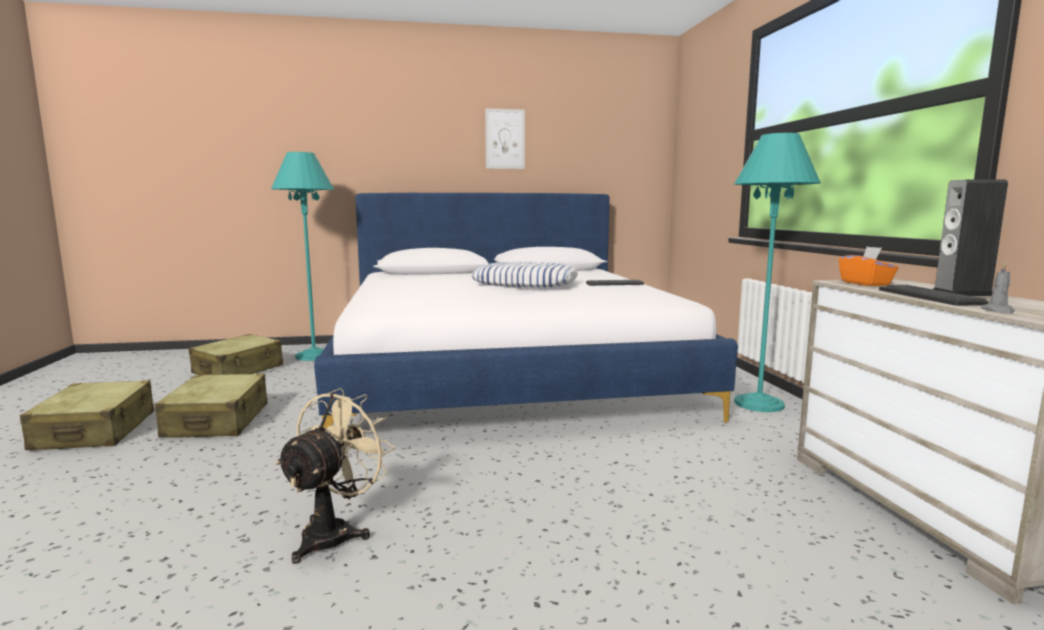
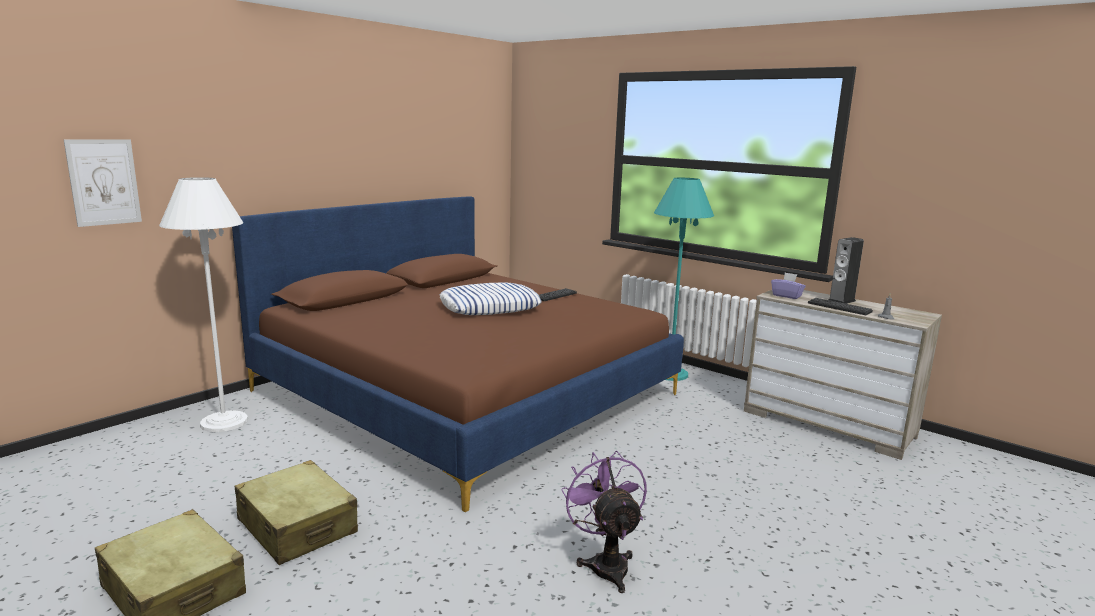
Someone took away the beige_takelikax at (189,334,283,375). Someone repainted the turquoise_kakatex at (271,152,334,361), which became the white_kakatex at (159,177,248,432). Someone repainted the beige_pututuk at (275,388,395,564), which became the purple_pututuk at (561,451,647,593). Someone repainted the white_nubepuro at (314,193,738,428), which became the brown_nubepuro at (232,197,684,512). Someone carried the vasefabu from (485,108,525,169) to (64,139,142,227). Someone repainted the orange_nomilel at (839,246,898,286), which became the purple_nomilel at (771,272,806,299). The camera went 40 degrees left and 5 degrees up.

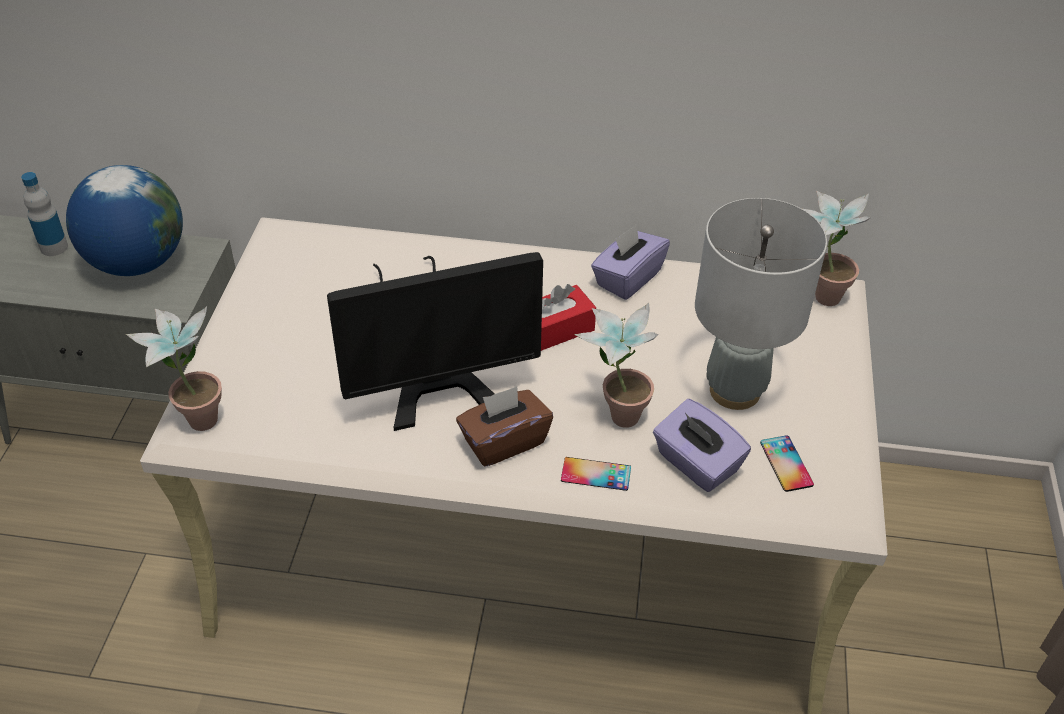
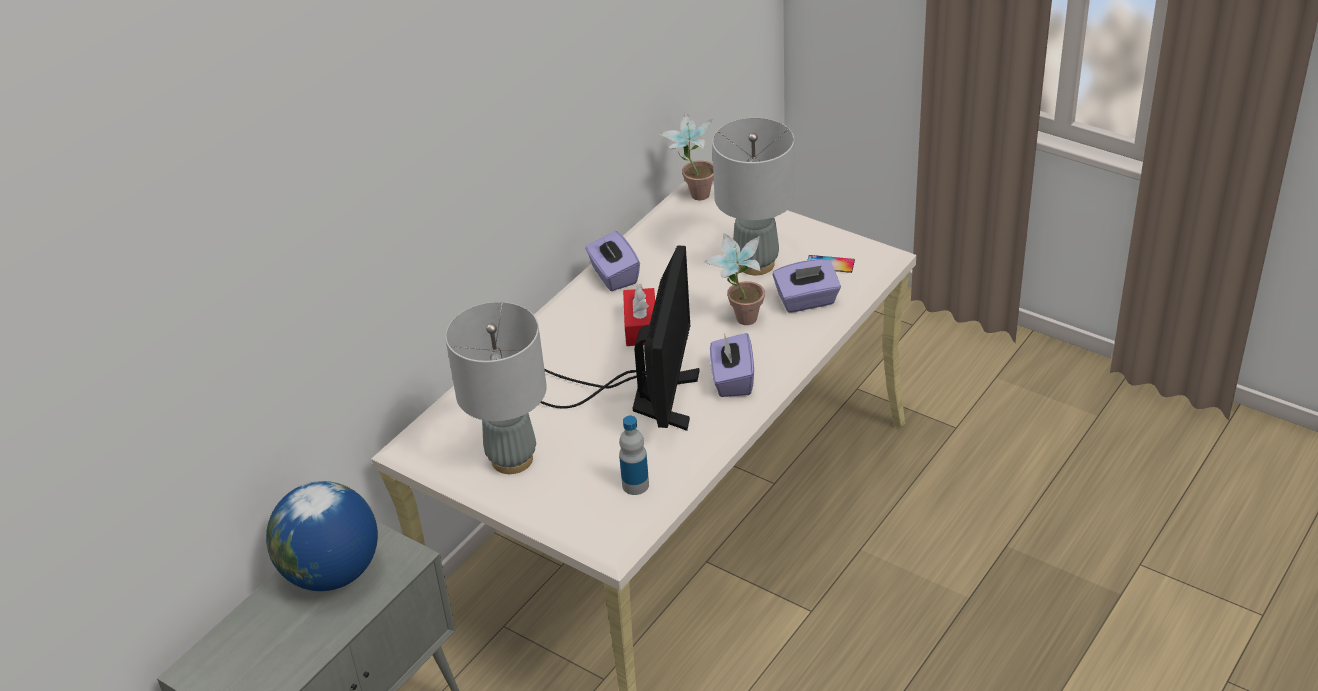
Someone carried the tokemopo from (21,172,68,256) to (619,416,649,495). Someone took away the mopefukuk at (126,306,222,431). Someone repainted the brown_nomilel at (456,386,553,467), which became the purple_nomilel at (710,333,754,397). Someone took away the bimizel at (561,457,631,491). Someone put down the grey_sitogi at (445,302,547,474). The camera went 60 degrees left and 5 degrees down.

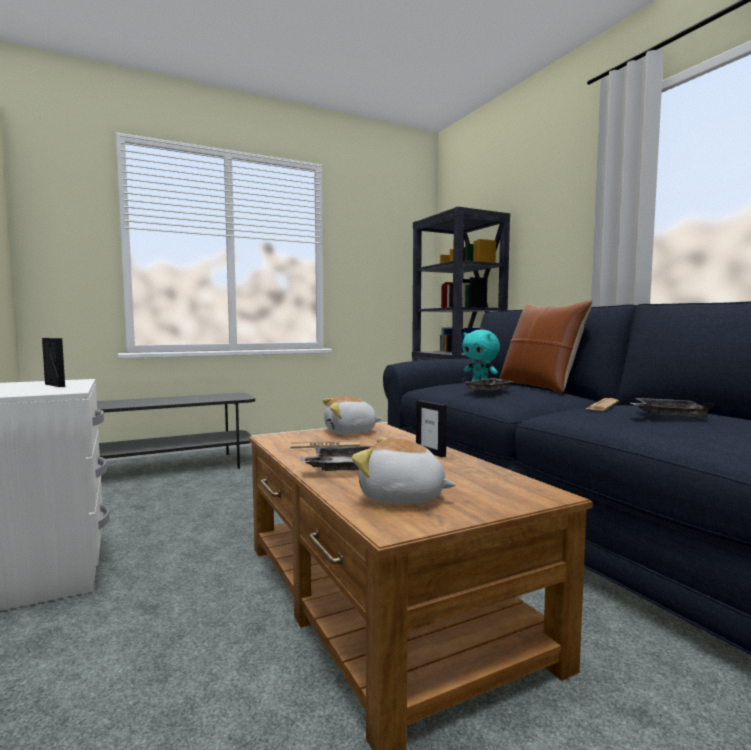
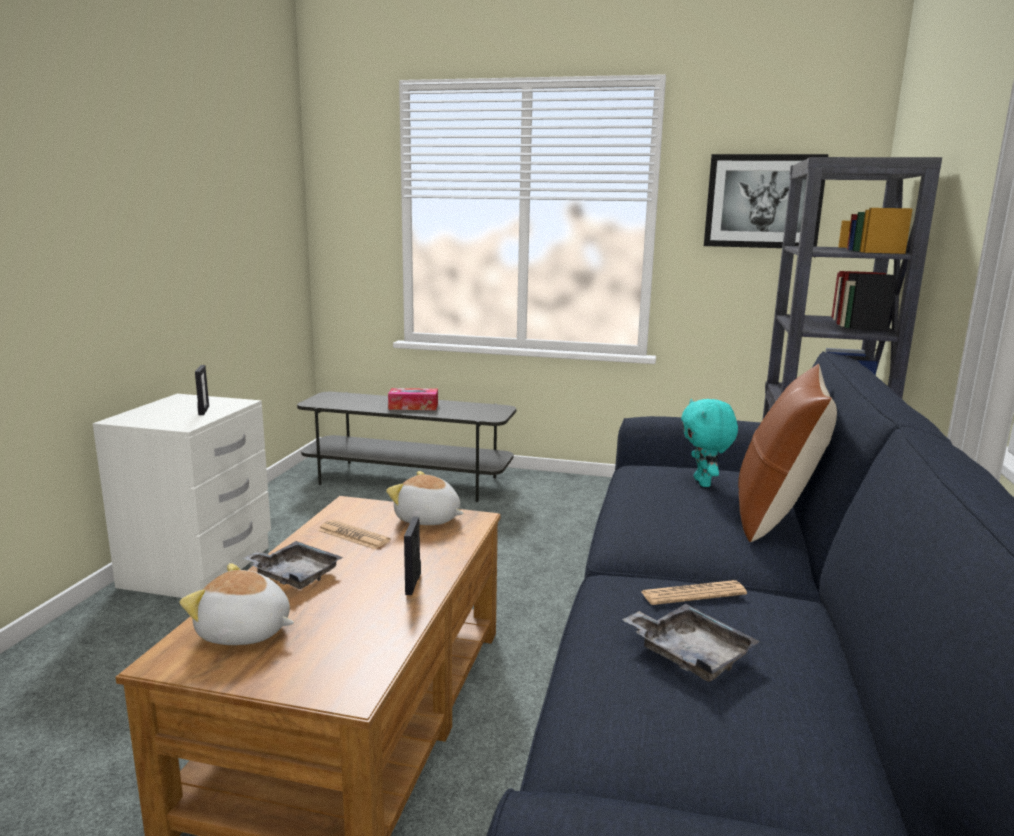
Someone rotated the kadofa at (352,438,456,504) by 45 degrees counterclockwise. Someone took away the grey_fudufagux at (462,378,512,392). Someone put down the nomilel at (388,388,438,410). Someone put up the vasefabu at (704,154,828,248). The camera went 40 degrees right and 10 degrees up.

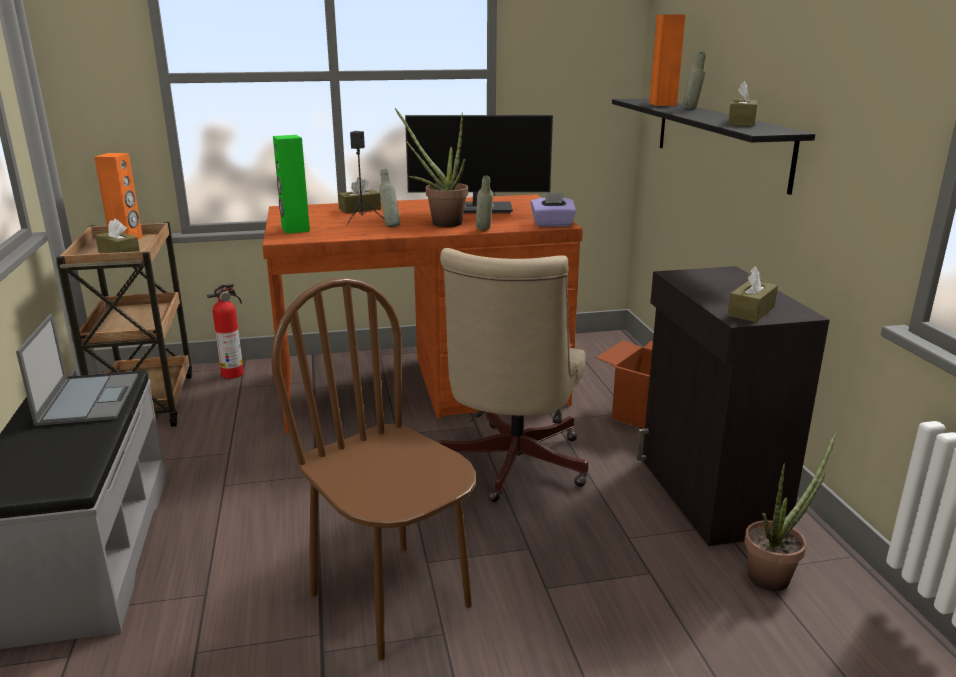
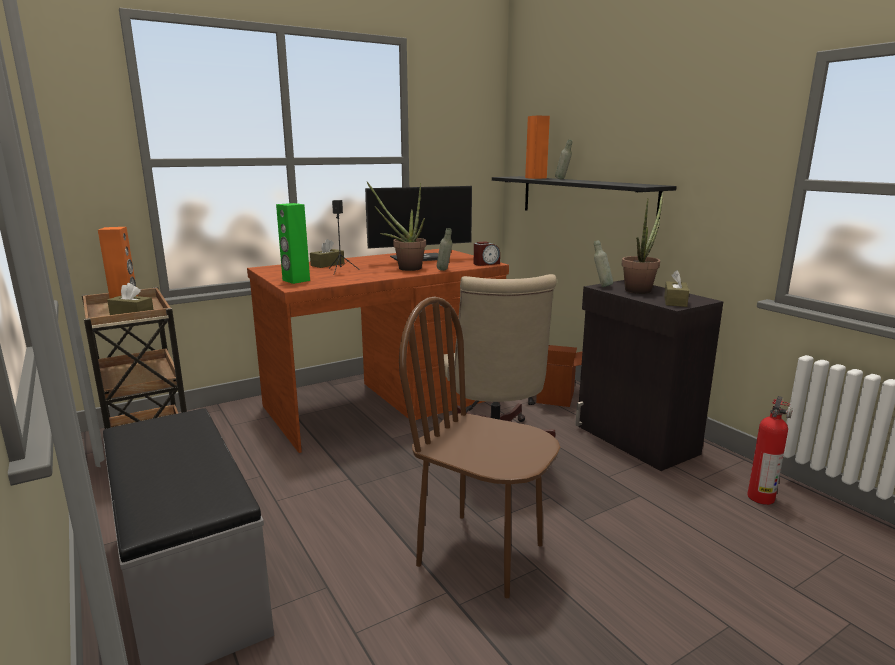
Someone took away the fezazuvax at (16,314,138,426). Someone carried the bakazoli from (207,284,244,379) to (747,396,793,505). Someone carried the grey_tokemopo from (379,169,400,227) to (594,240,613,287). Someone swapped the purple_nomilel at (531,193,576,227) for the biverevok at (474,241,500,266). Someone took away the brown_nomilel at (728,81,757,126). Someone carried the mopefukuk from (744,431,837,591) to (622,192,663,294). The camera went 20 degrees left and 5 degrees down.

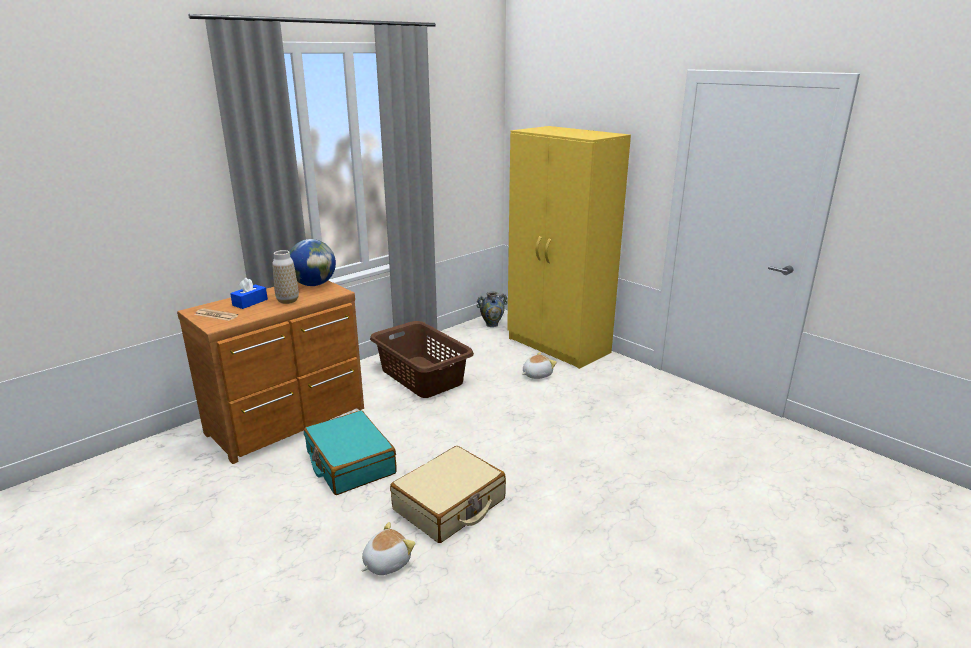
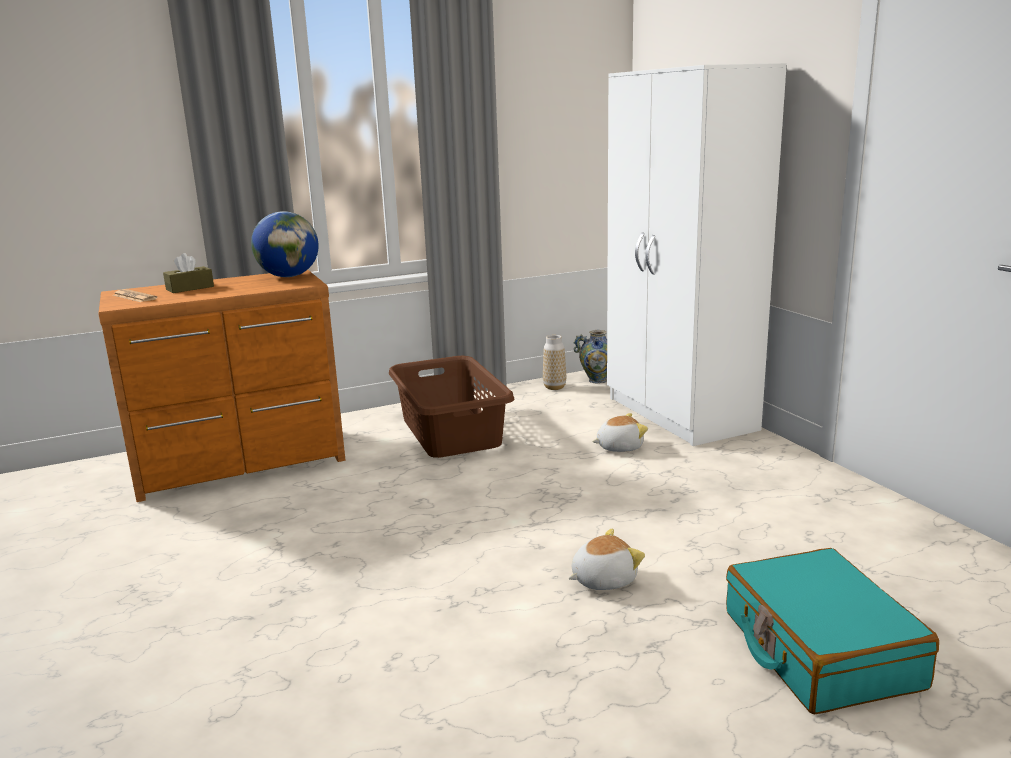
Someone repainted the blue_nomilel at (230,278,268,309), which became the brown_nomilel at (163,253,214,293). Someone carried the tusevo from (272,250,299,304) to (543,335,566,390). Someone carried the turquoise_takelikax from (304,410,397,495) to (726,548,939,714). Someone carried the kadofa from (362,522,415,575) to (568,529,645,590). Someone took away the beige_takelikax at (390,446,506,543). Someone repainted the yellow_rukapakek at (507,126,631,369), which became the white_rukapakek at (607,63,787,446). The camera went 20 degrees right and 5 degrees down.

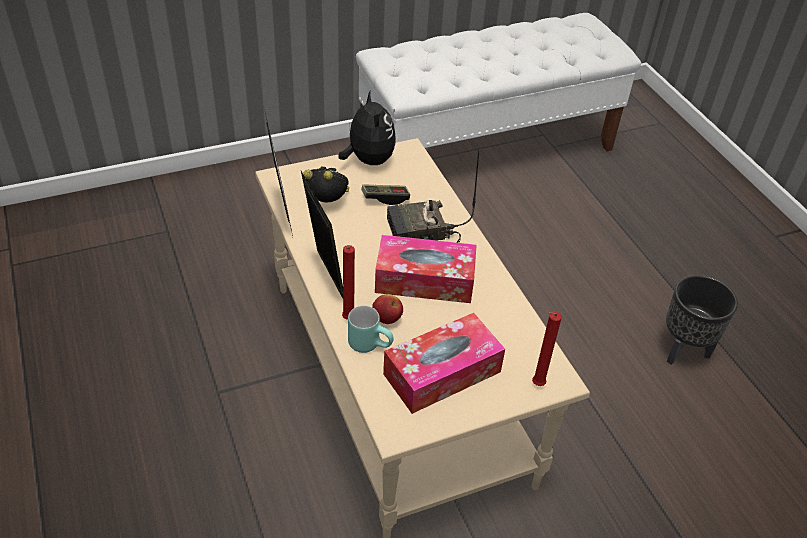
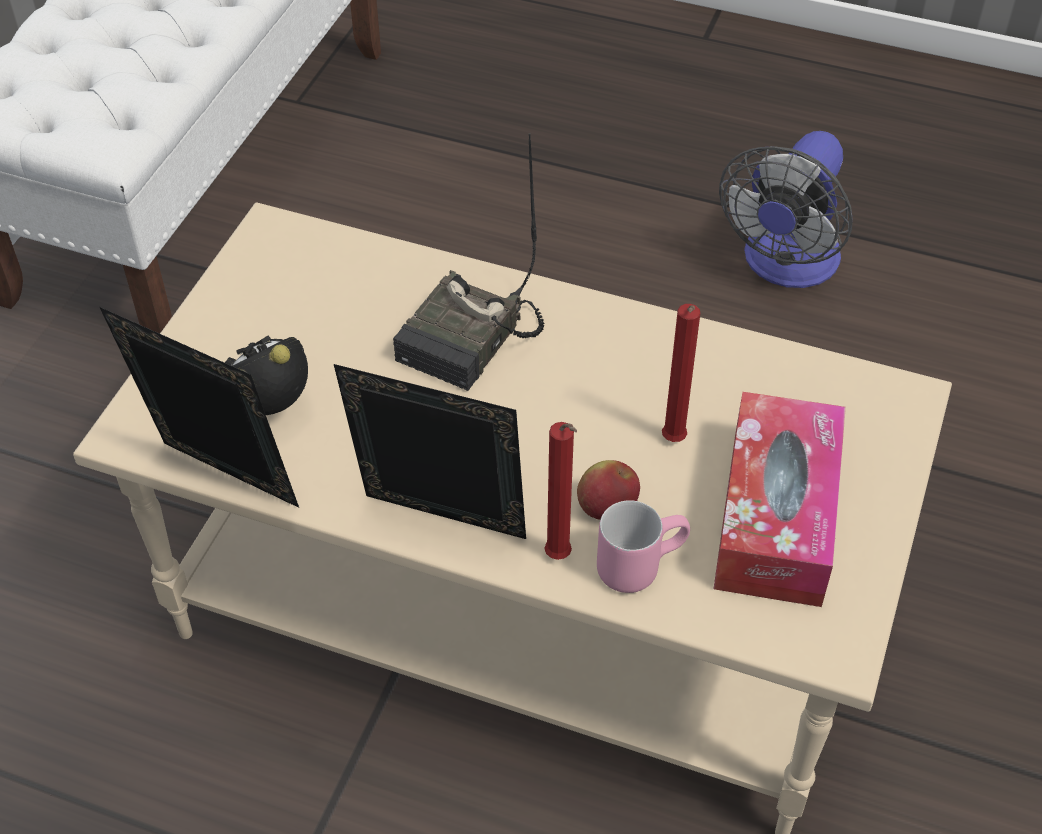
Someone took away the kadofa at (338,90,396,165). Someone repainted the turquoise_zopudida at (348,306,394,353), which became the pink_zopudida at (597,500,690,593). Someone took away the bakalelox at (362,184,410,205). Someone took away the nomilel at (375,235,477,303). Someone carried the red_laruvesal from (532,312,562,386) to (662,304,700,442). Someone swapped the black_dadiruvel at (666,275,738,365) for the pututuk at (719,131,853,288). The camera went 45 degrees left and 5 degrees up.

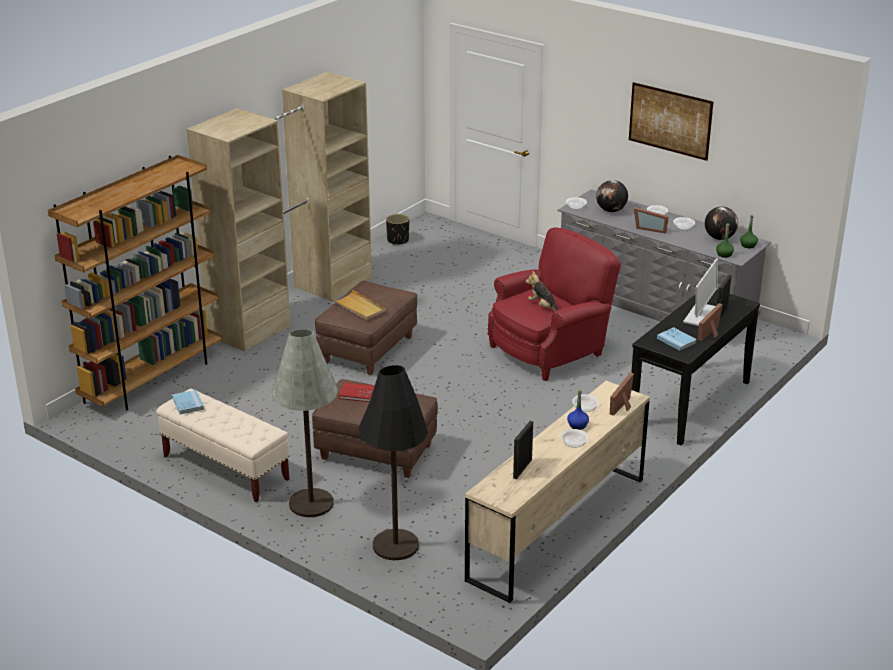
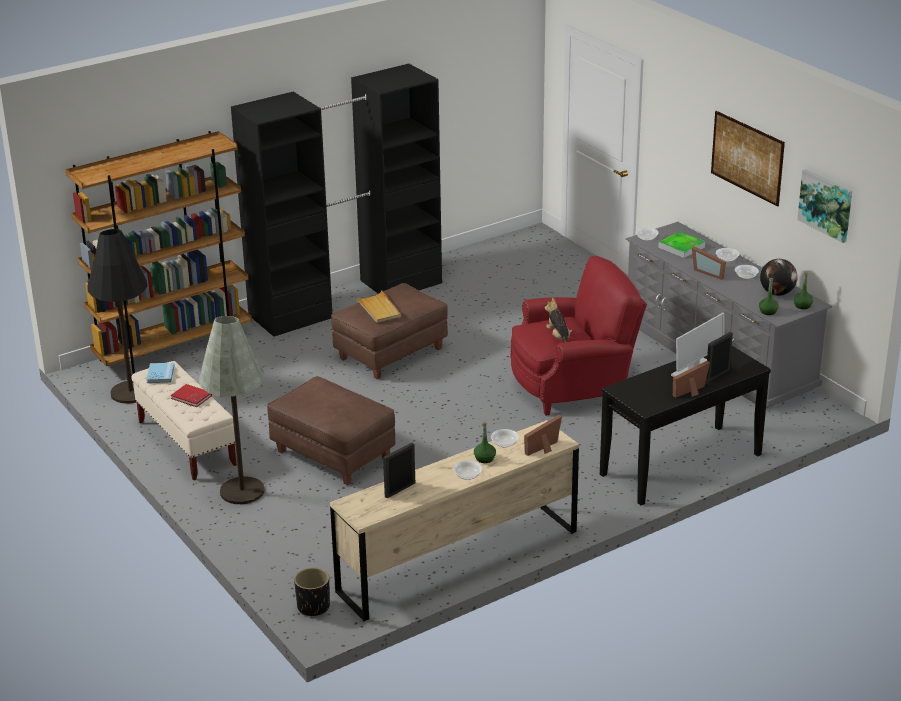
Someone repainted the beige_rukapakek at (187,72,372,352), which became the black_rukapakek at (231,64,442,337). Someone carried the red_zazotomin from (339,383,374,402) to (171,384,212,407). Someone carried the black_kakatex from (359,365,428,560) to (88,229,147,404). Someone carried the black_dadiruvel from (386,214,409,245) to (294,568,330,616). Someone repainted the blue_tokemopo at (567,390,589,430), which became the green_tokemopo at (474,422,496,463). Someone swapped the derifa at (596,180,628,212) for the fudufagux at (658,231,705,258). Someone took away the blue_zazotomin at (657,327,697,351). Someone put up the vasefabu at (797,169,852,243). The camera went 20 degrees right and 0 degrees up.

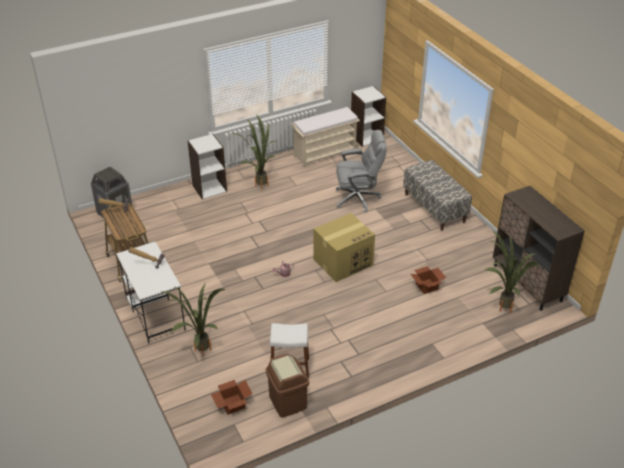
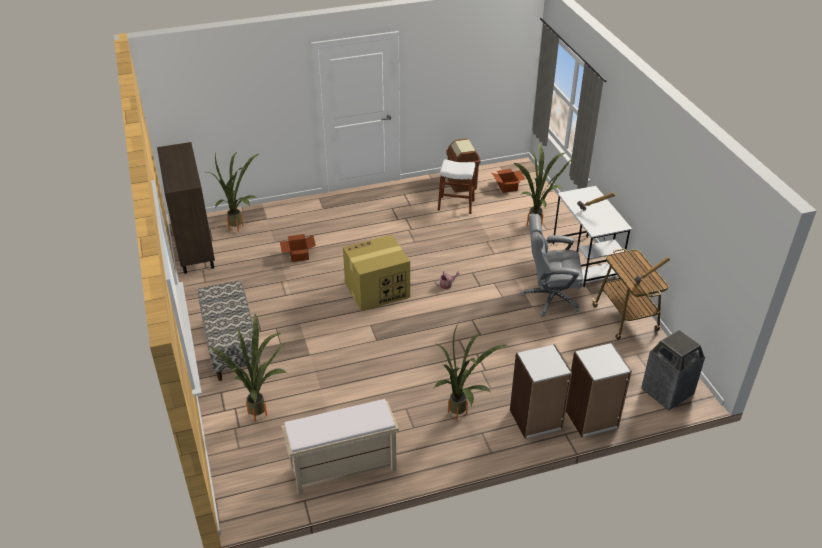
Someone carried the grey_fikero from (336,130,387,212) to (521,214,584,317). Someone carried the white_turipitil from (351,86,386,147) to (566,343,632,437). Someone put down the mopefukuk at (211,313,287,422). The camera went 170 degrees left and 0 degrees up.

